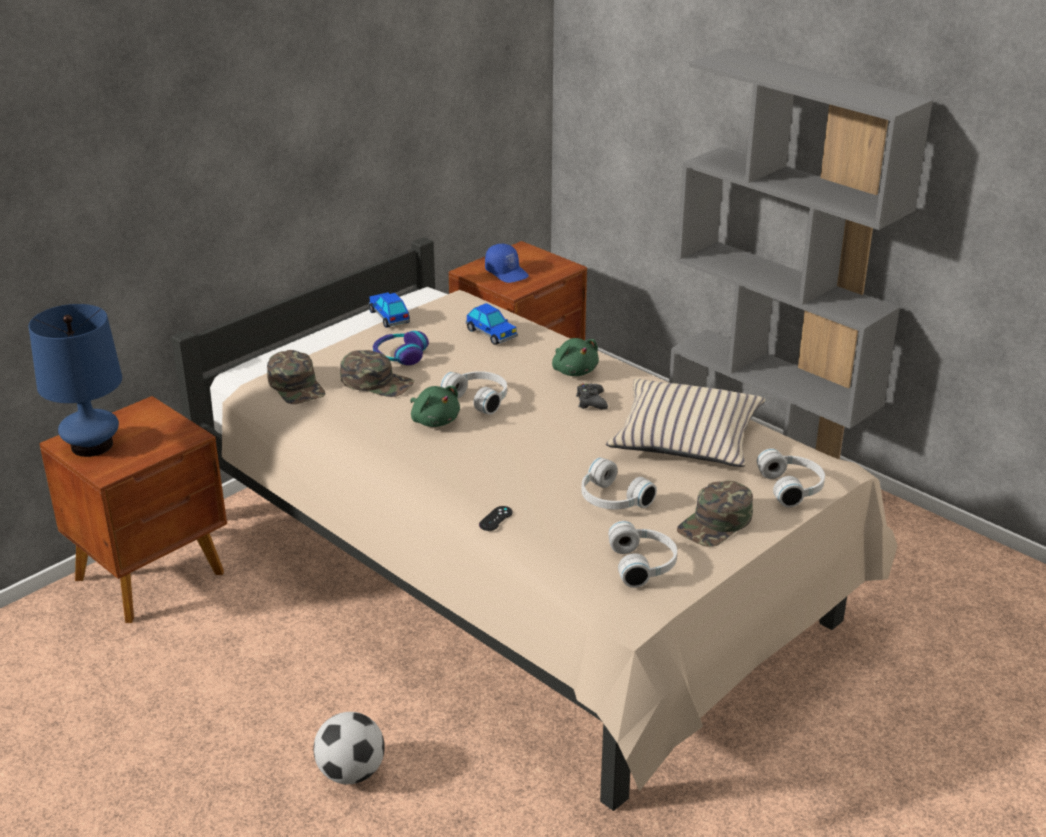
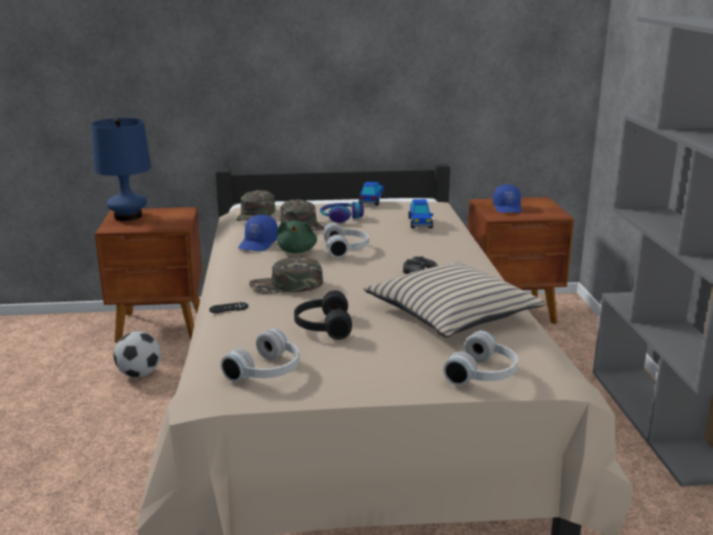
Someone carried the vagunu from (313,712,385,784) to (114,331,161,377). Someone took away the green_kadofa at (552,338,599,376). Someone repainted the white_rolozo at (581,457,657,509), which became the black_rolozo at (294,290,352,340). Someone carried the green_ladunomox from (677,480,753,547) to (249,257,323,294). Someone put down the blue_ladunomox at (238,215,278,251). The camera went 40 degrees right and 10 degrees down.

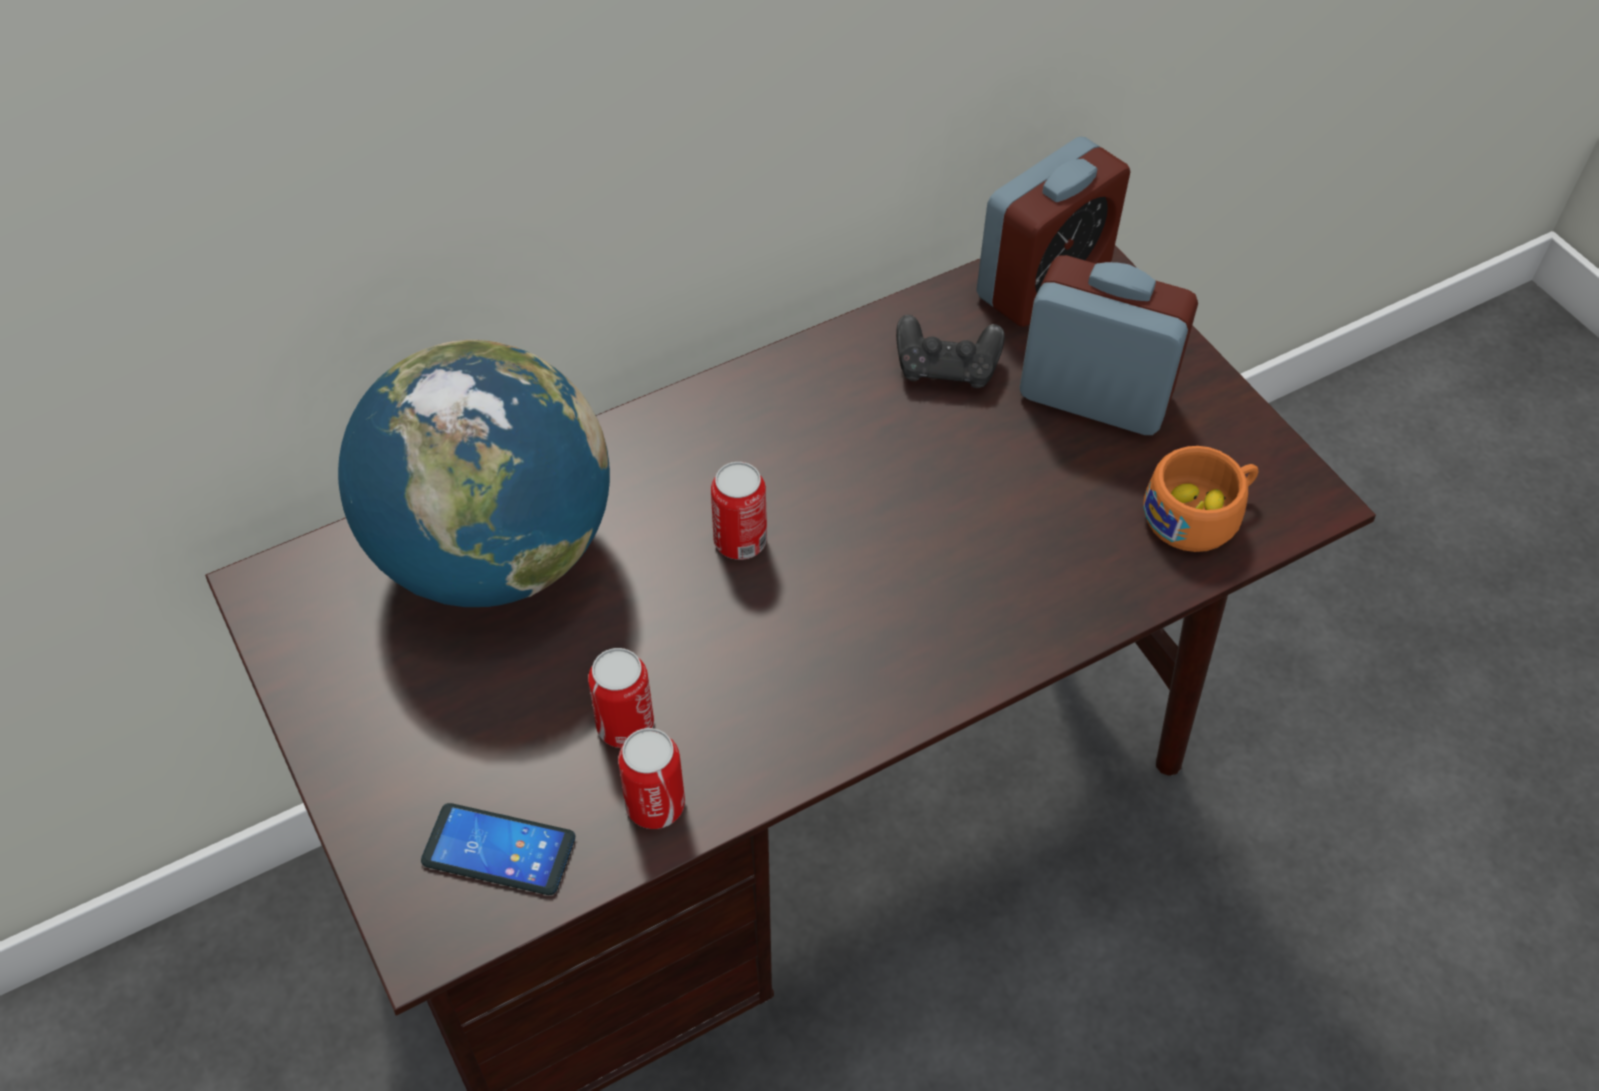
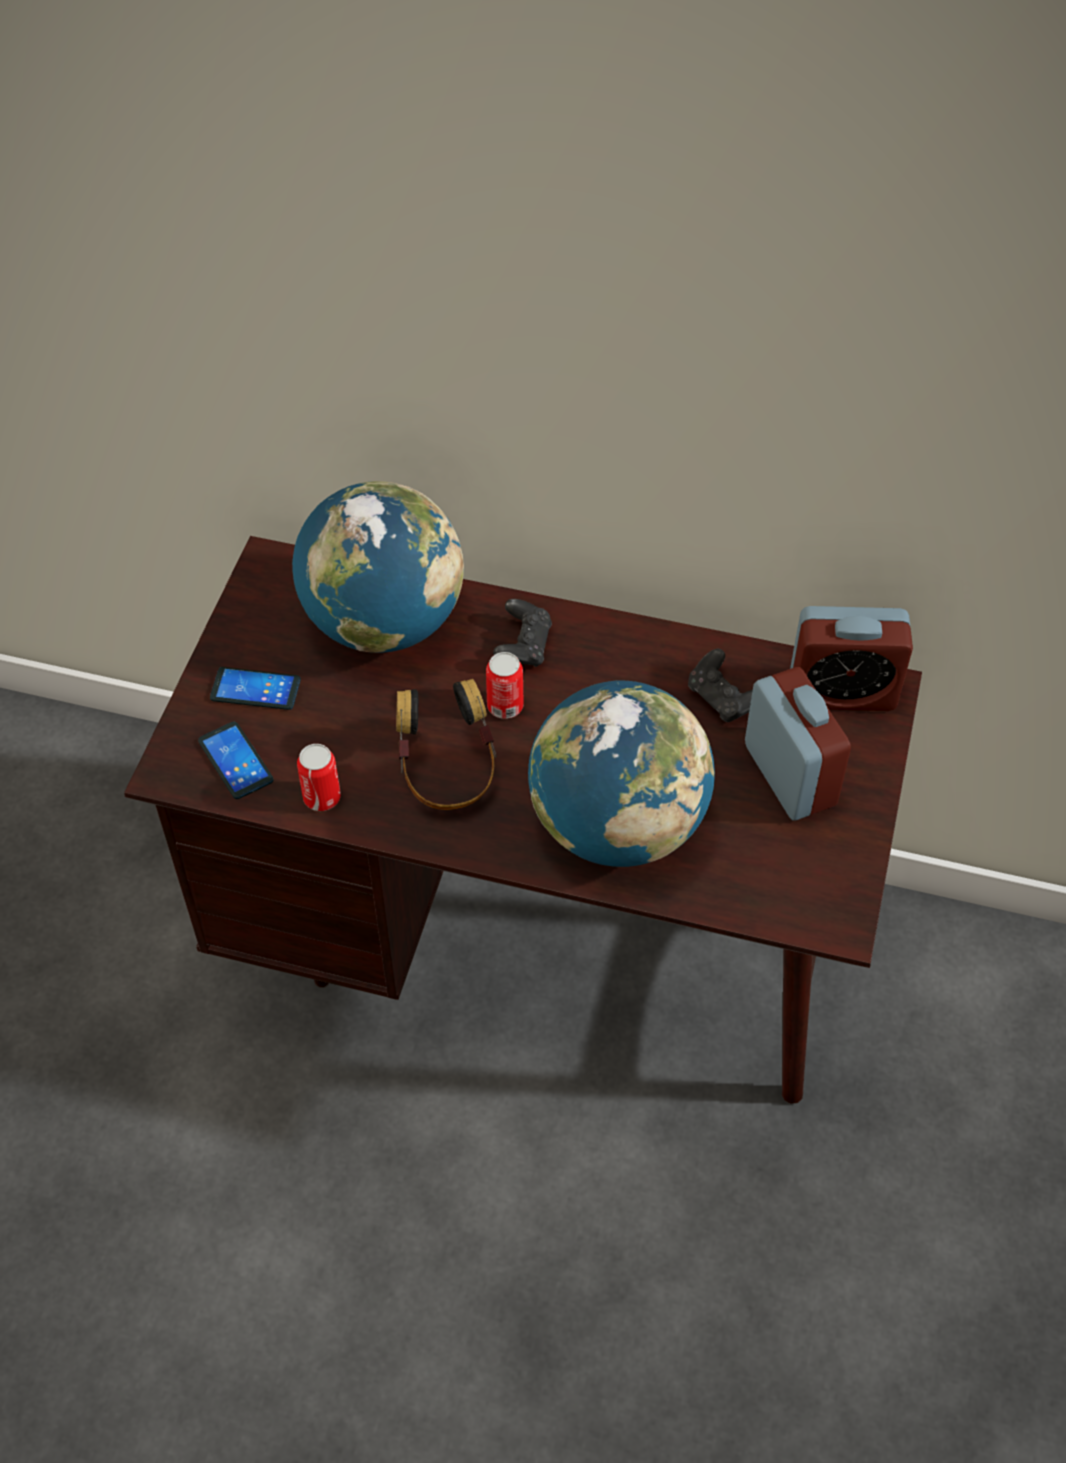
Someone took away the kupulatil at (588,648,654,748). Someone took away the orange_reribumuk at (1143,446,1259,552). Someone put down the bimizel at (210,667,301,710). Someone put down the rolozo at (396,679,497,810). Someone put down the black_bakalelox at (493,599,552,667). Someone put down the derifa at (528,680,715,867). The camera went 45 degrees right and 0 degrees up.

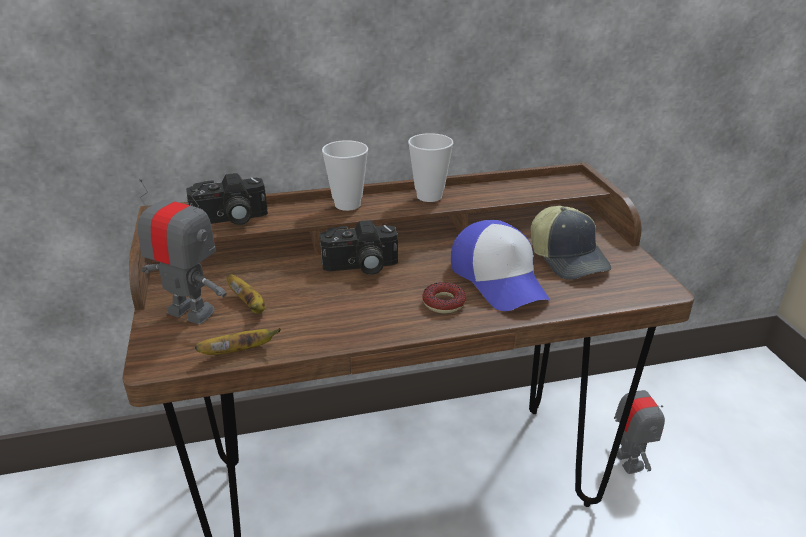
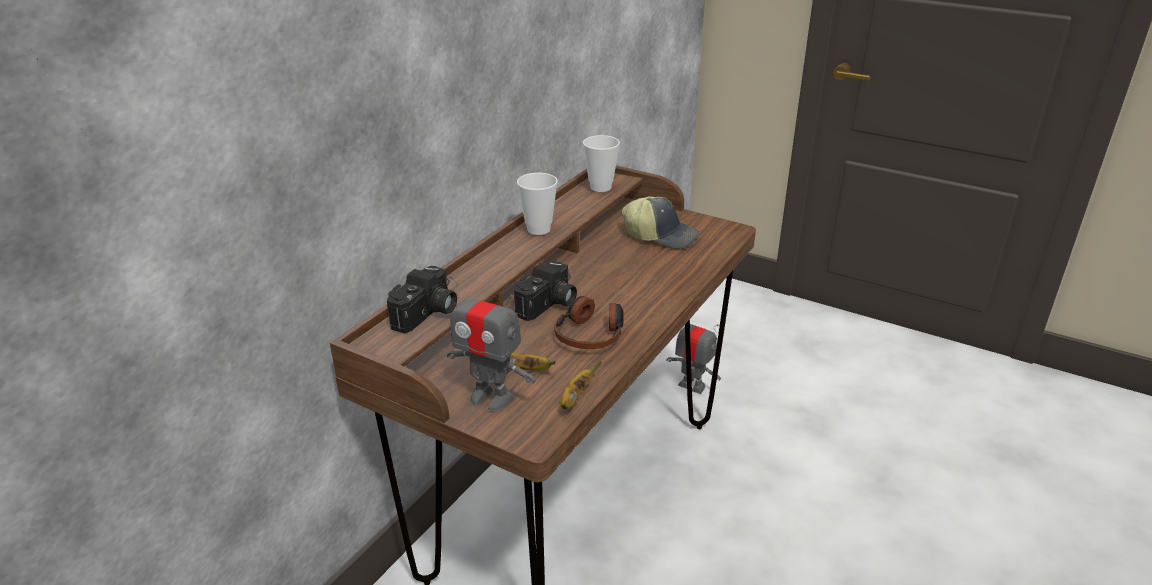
Someone rotated the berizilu at (138,178,226,324) by 135 degrees counterclockwise. Someone carried the reribumuk from (322,140,368,211) to (583,135,620,192). Someone took away the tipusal at (422,282,466,313). Someone took away the ladunomox at (451,220,549,311). Someone put down the rolozo at (554,296,624,349). The camera went 45 degrees left and 0 degrees up.

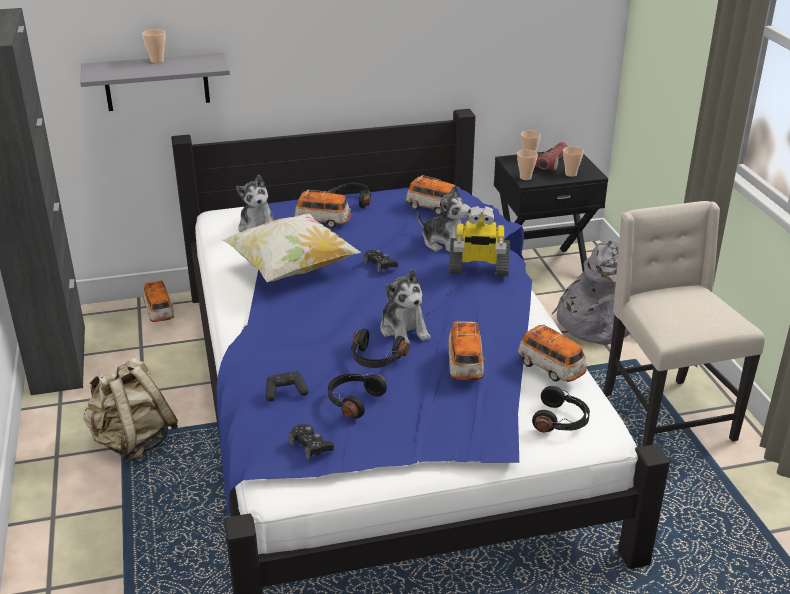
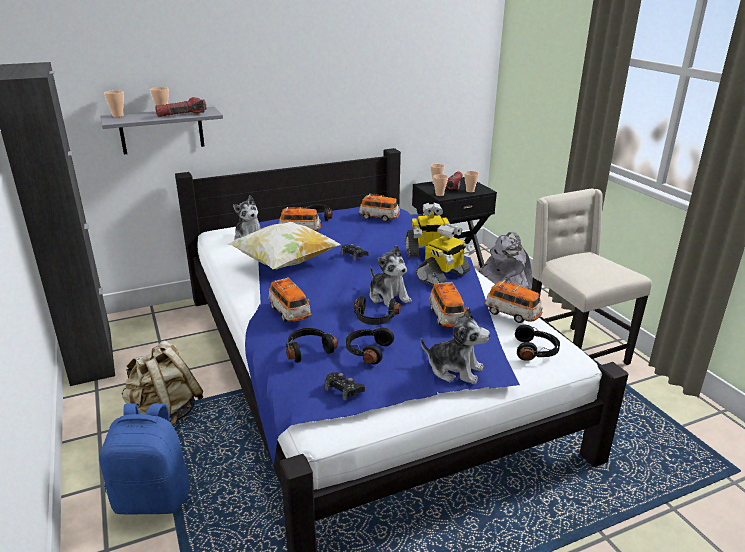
Someone carried the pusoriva from (143,280,174,322) to (269,277,311,322). Someone swapped the black_bakalelox at (266,371,308,402) for the black_rolozo at (286,328,338,363). Someone carried the kadofa from (417,185,471,252) to (421,307,490,384). Someone put down the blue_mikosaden at (99,403,190,514). Someone put down the reribumuk at (104,90,124,117). Someone put down the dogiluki at (155,97,206,117). Someone put down the berizilu at (416,223,475,286). The camera went 10 degrees left and 5 degrees down.

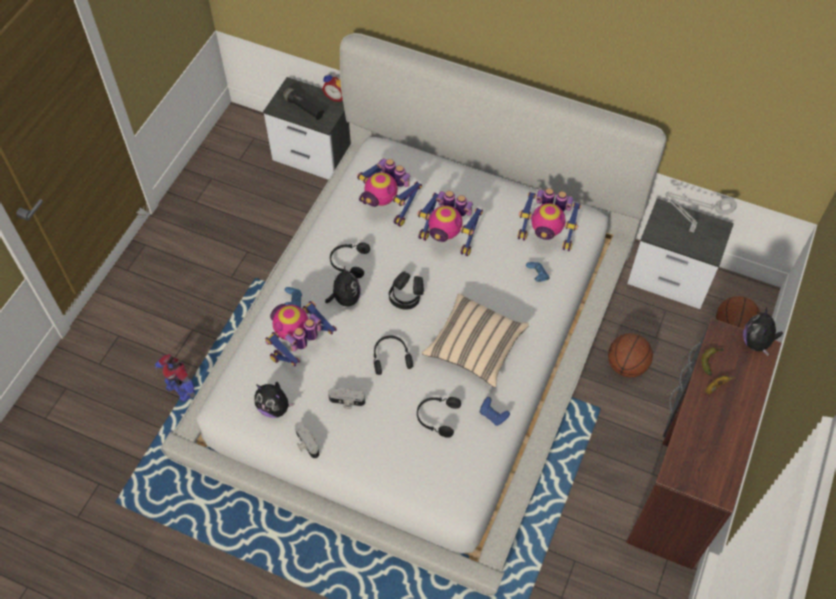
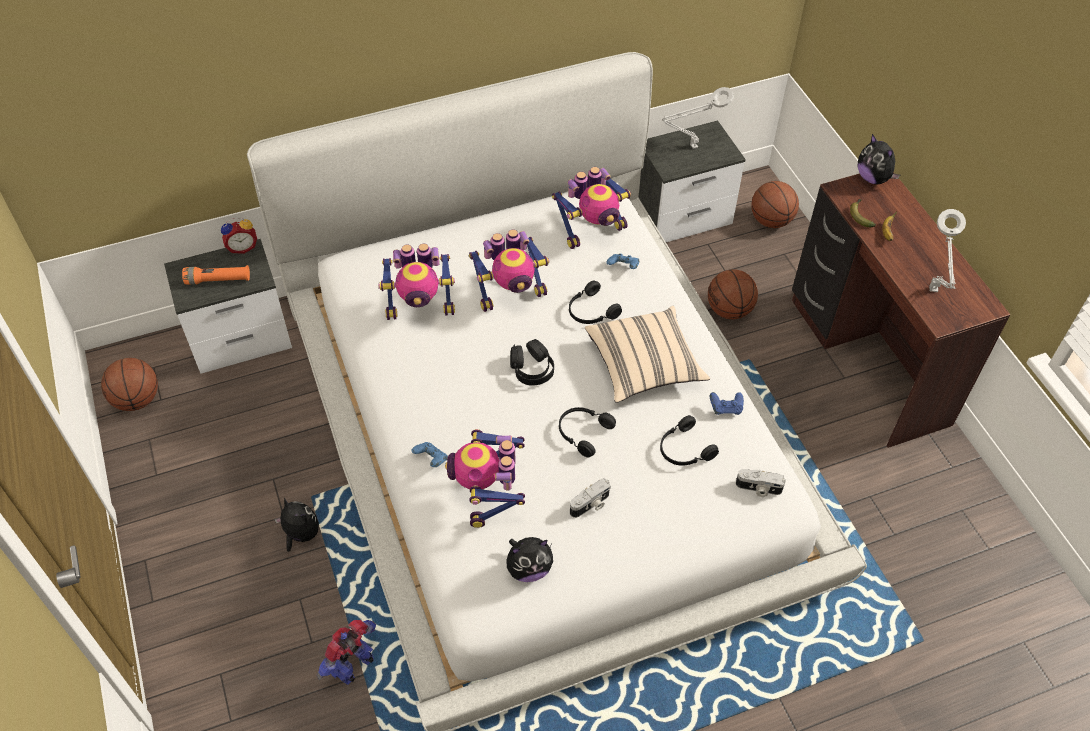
Someone rotated the berizilu at (154,354,195,402) by 135 degrees clockwise. Someone repainted the black_dogiluki at (282,87,324,120), which became the orange_dogiluki at (182,265,250,285). Someone carried the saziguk from (295,422,319,459) to (736,469,786,497). Someone carried the kadofa from (325,266,361,306) to (274,498,319,552). Someone carried the black_rolozo from (330,242,370,278) to (569,281,622,324). Someone put down the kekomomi at (101,358,158,411). Someone put down the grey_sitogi at (929,209,966,292). The camera went 45 degrees left and 5 degrees down.

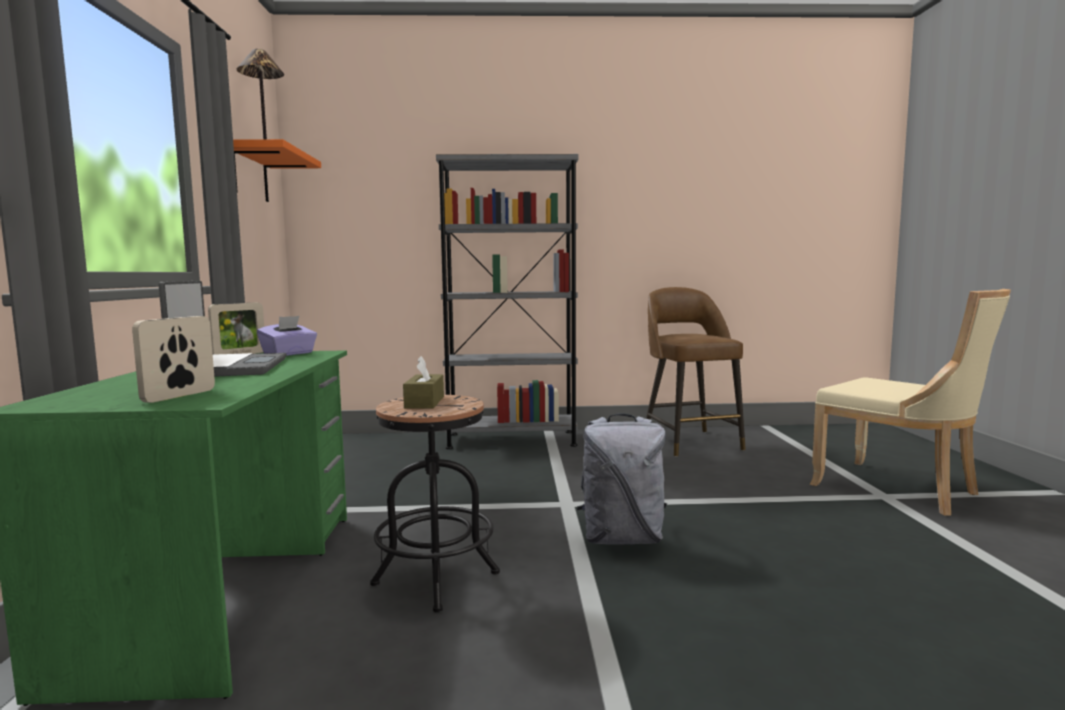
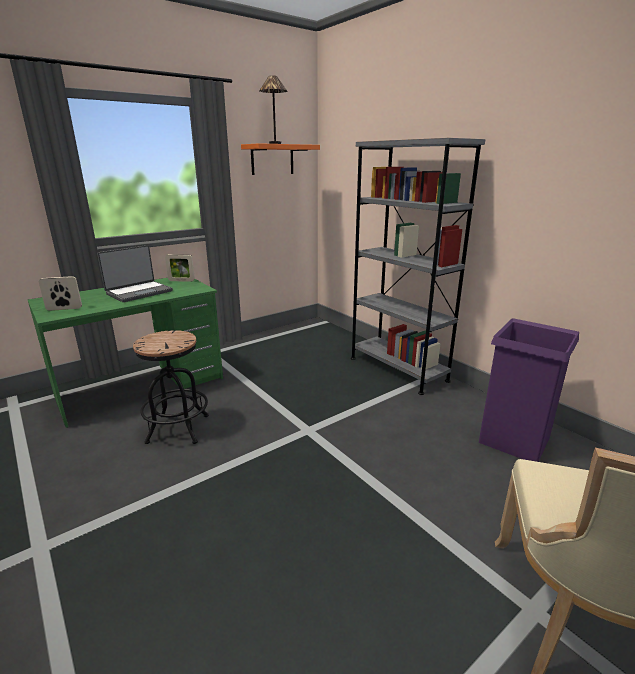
Someone took away the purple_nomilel at (257,316,317,356). Someone took away the brown_nomilel at (403,356,444,409). Someone took away the grey_mikosaden at (577,413,667,545). Someone swapped the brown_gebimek at (646,287,746,457) for the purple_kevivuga at (479,318,579,462). The camera went 55 degrees right and 15 degrees up.

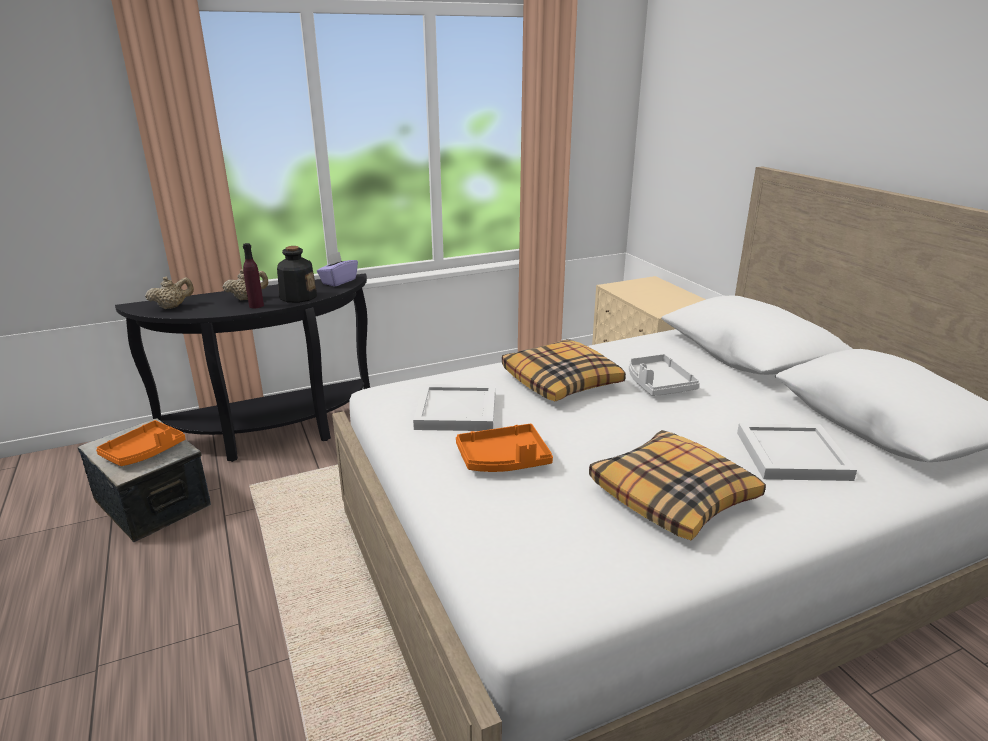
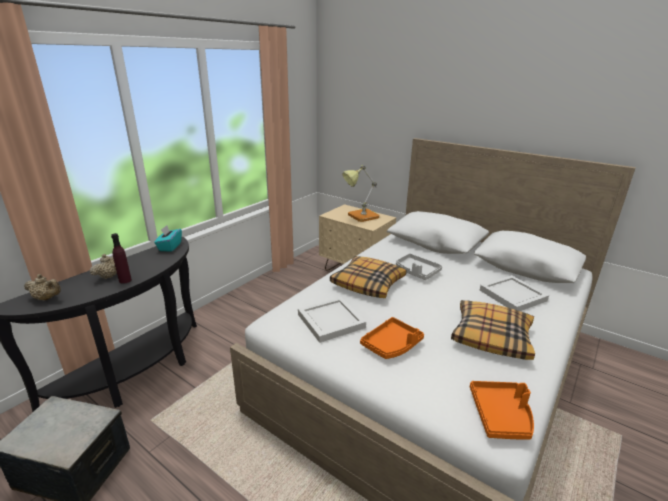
Someone carried the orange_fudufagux from (96,420,186,466) to (470,381,534,440). Someone rotated the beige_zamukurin at (145,276,194,309) by 75 degrees clockwise. Someone took away the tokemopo at (277,246,317,303). Someone repainted the purple_nomilel at (317,252,358,287), which became the turquoise_nomilel at (154,225,182,252). Someone put down the sitogi at (342,165,379,222). The camera went 30 degrees left and 0 degrees up.

